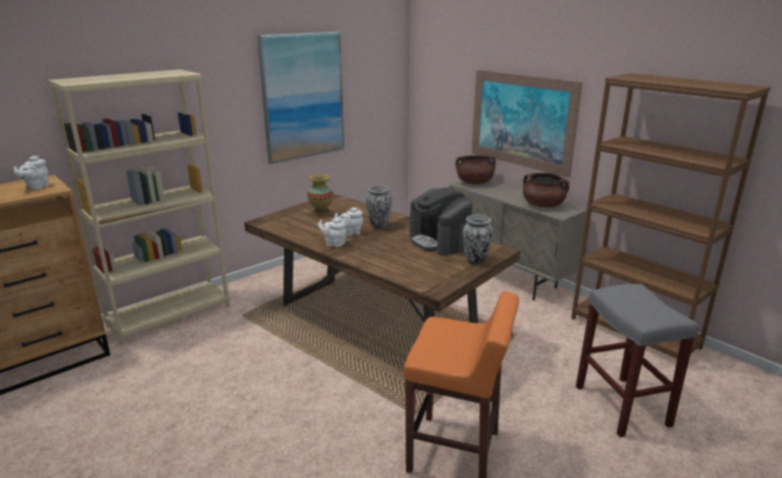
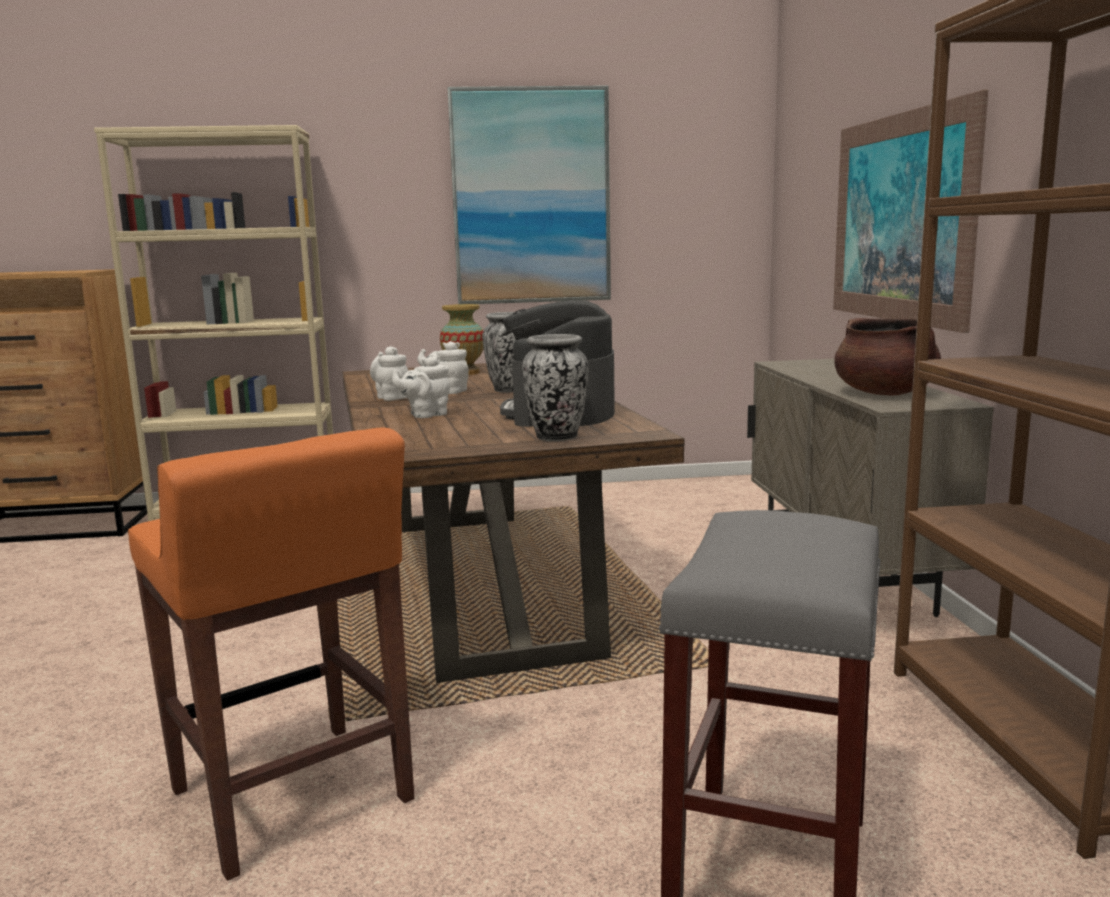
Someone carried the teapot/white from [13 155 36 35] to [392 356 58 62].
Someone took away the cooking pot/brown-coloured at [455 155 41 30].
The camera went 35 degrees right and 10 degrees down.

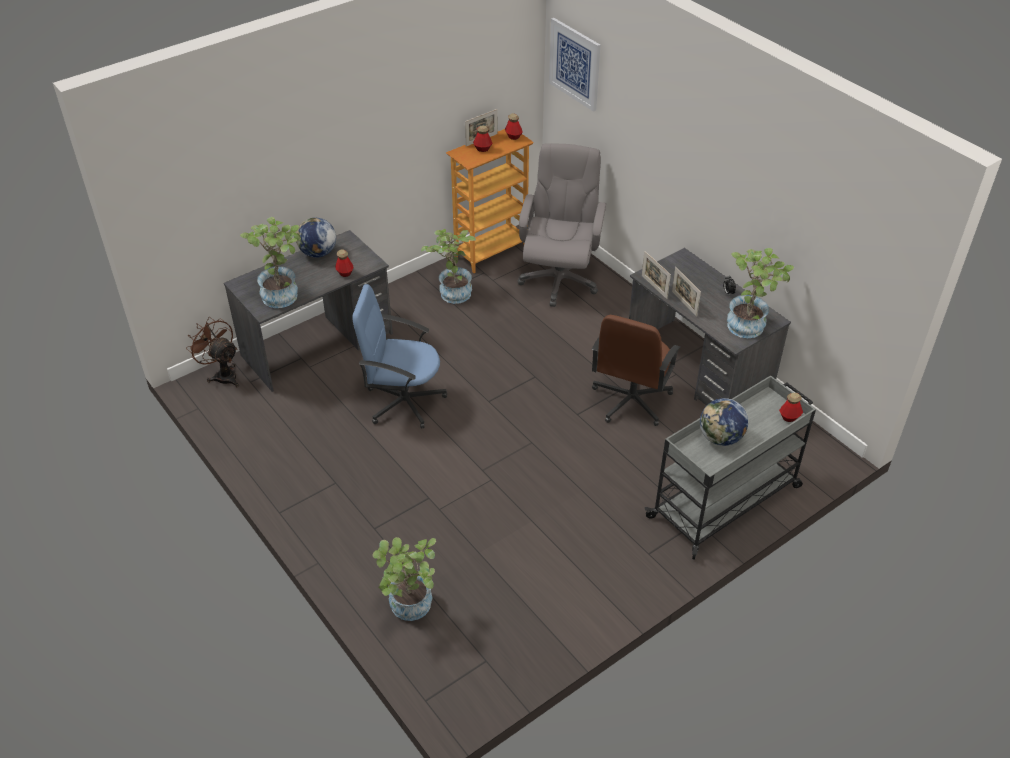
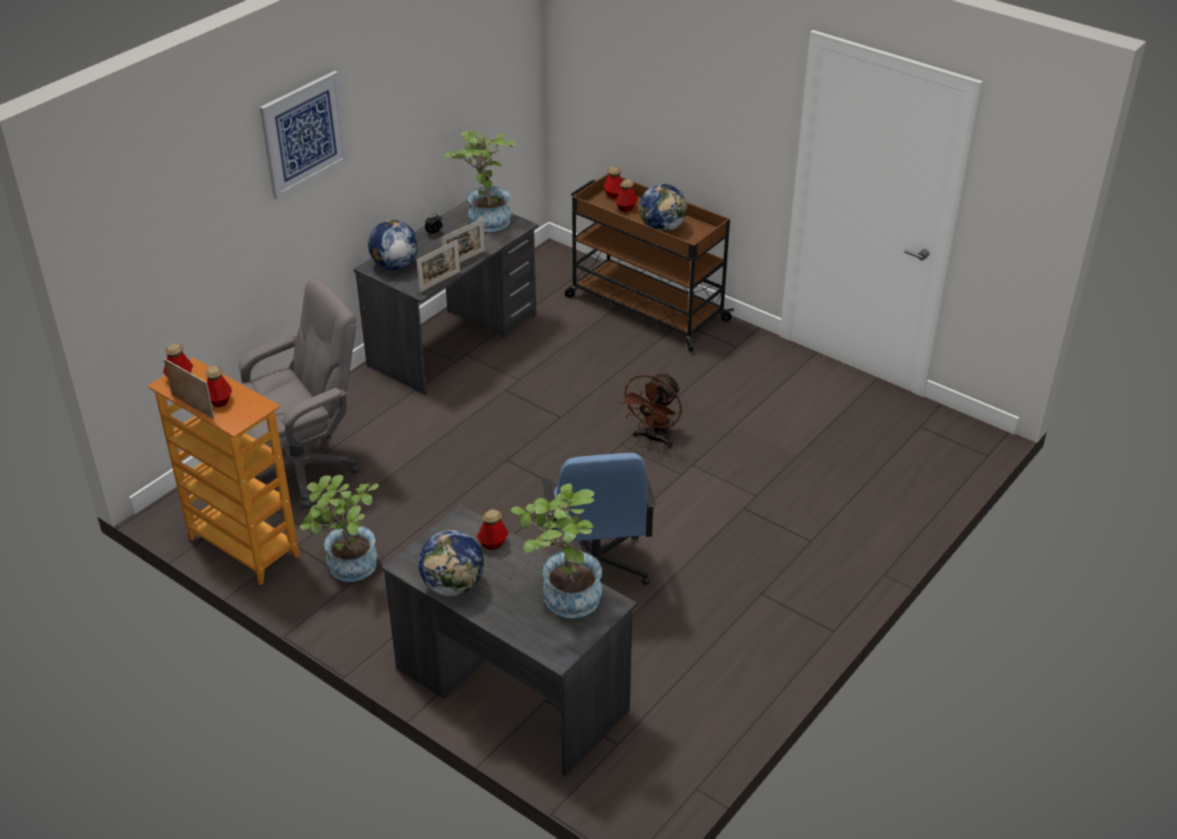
Someone carried the cooling fan/brown-coloured from [186 317 53 70] to [619 373 63 75].
Someone took away the plant in a pot at [372 537 64 84].
Someone rotated the computer chair/grey at [518 143 88 164] by 150 degrees clockwise.
Someone carried the wall picture from [549 18 51 94] to [259 71 90 129].
Someone took away the computer chair/brown-coloured at [592 315 88 111].
Someone repainted the cart/grey at [645 376 171 184], which became the cart/brown-coloured at [565 174 169 178].
Someone put down the desk globe at [368 220 50 50].
Someone put down the beverage bottle at [615 179 23 33].
The camera went 105 degrees left and 5 degrees down.

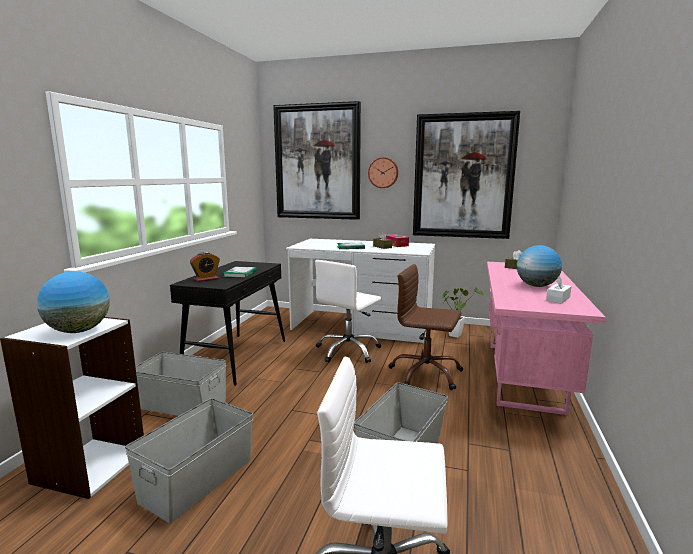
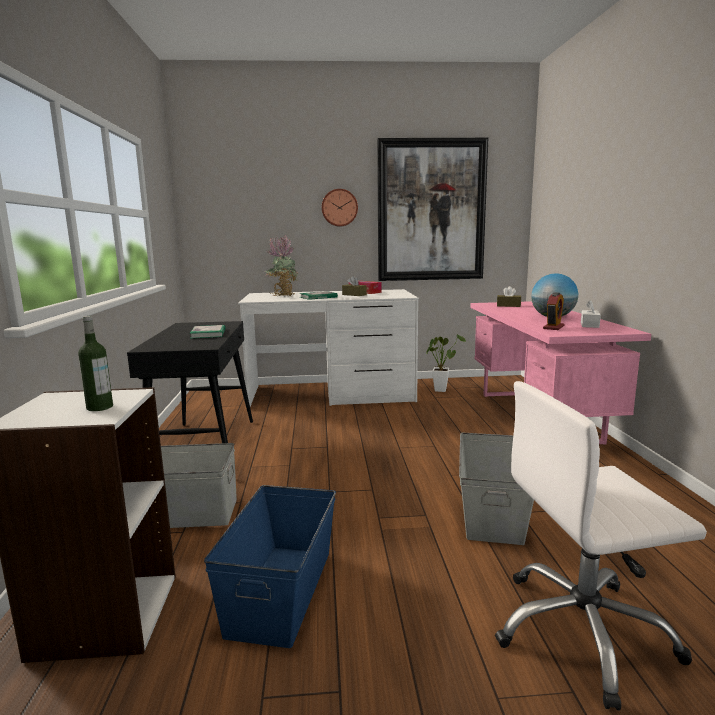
Someone swapped the desk globe at [37 271 73 62] for the beverage bottle at [78 316 35 95].
Someone repainted the storage container/grey at [125 398 128 125], which became the storage container/blue at [204 485 132 163].
Someone carried the alarm clock from [190 252 30 30] to [543 292 21 38].
Someone took away the wall picture at [273 101 88 119].
Someone took away the computer chair/white at [315 260 67 103].
Someone took away the computer chair/brown-coloured at [388 264 75 126].
Someone put down the plant in a pot at [265 235 34 61].
The camera went 20 degrees left and 0 degrees up.

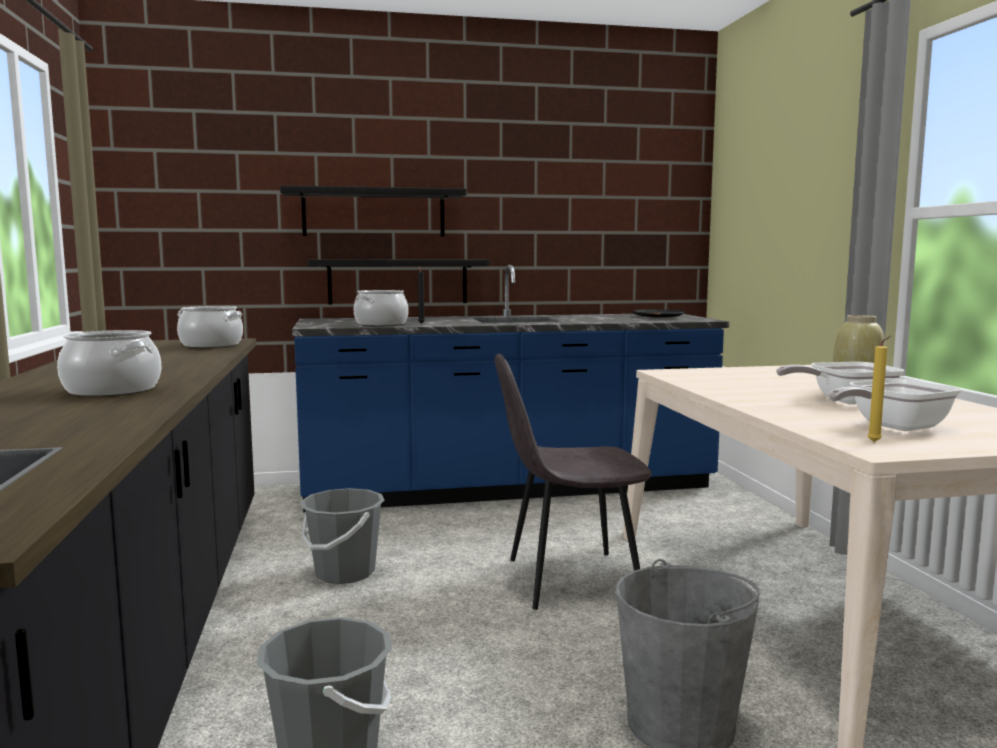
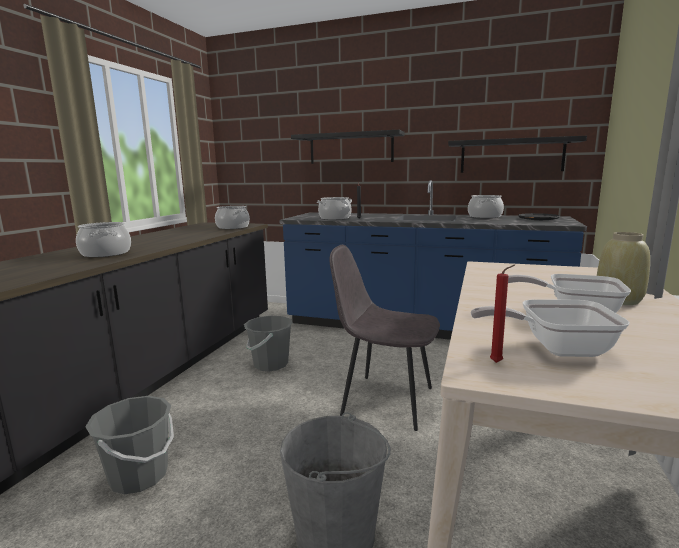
Someone carried the shelf/blackish from [308 259 182 46] to [448 136 139 37].
Someone repainted the wax light/yellowish at [868 336 23 106], which became the wax light/red at [490 264 25 99].
Someone put down the cooking pot at [468 195 36 23].
The camera went 30 degrees right and 5 degrees up.

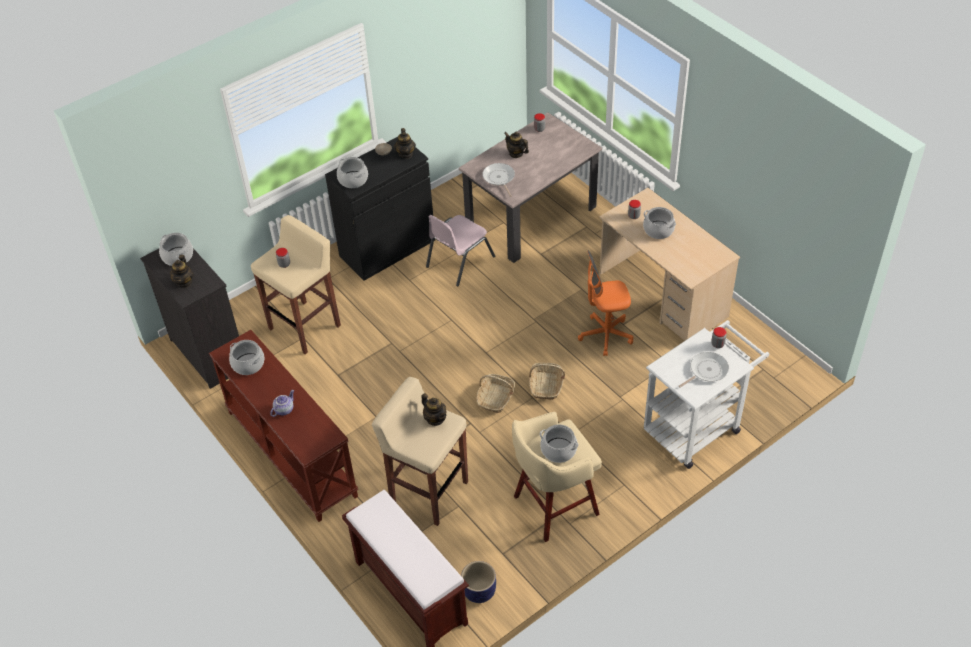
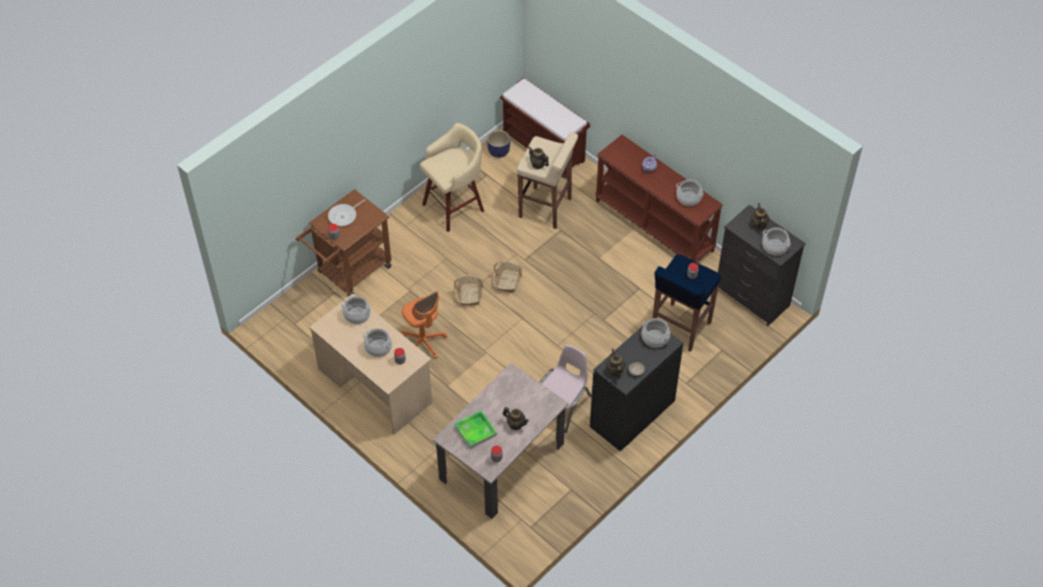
Someone repainted the sitting stool/sand-coloured at [251 215 90 139], which became the sitting stool/blue at [652 254 69 98].
Someone took away the frying pan at [482 163 33 34].
Someone carried the cooking pot from [540 424 39 39] to [342 296 29 28].
Someone rotated the computer chair/orange at [578 251 55 105] by 75 degrees clockwise.
Someone repainted the cart/white at [644 320 126 149], which became the cart/brown-coloured at [296 189 95 107].
Someone put down the tray at [455 410 42 39].
The camera went 170 degrees right and 5 degrees up.

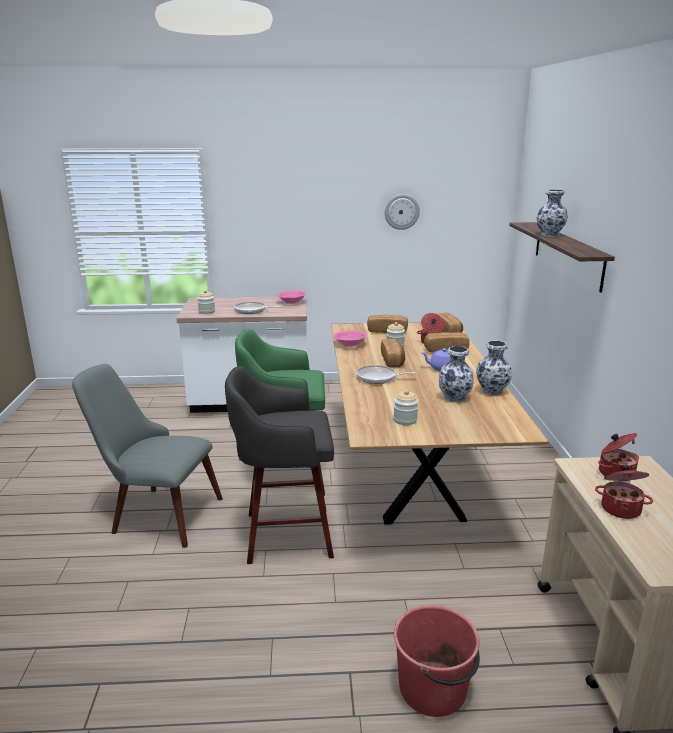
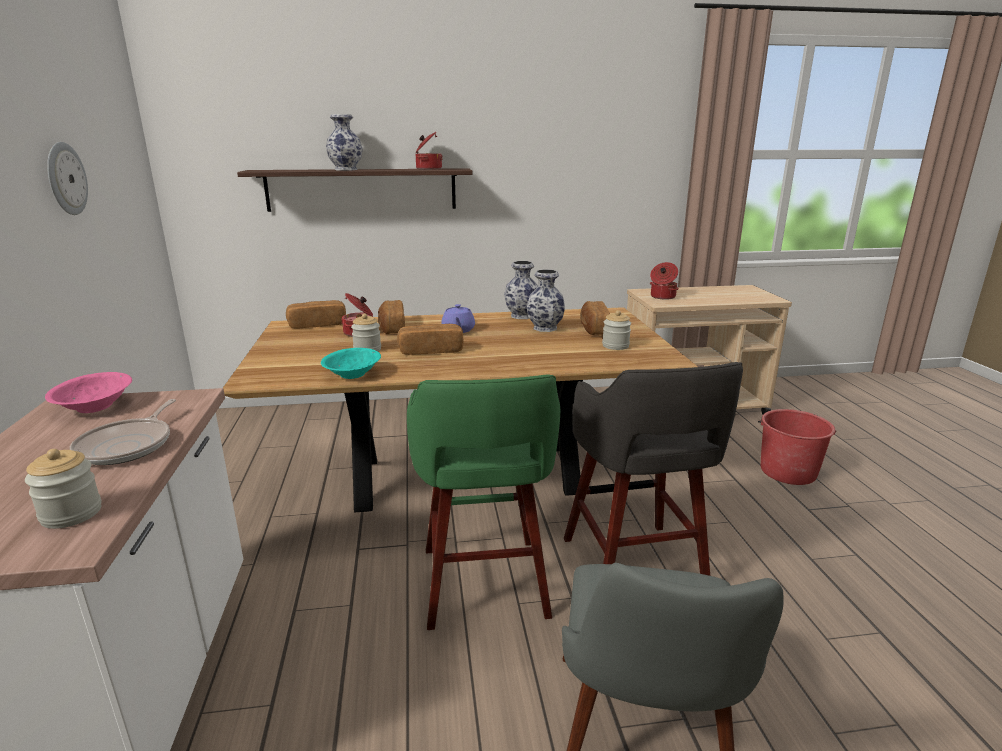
Someone repainted the deep dish/pinkish at [333 330 35 17], which became the deep dish/turquoise at [321 348 60 31].
Someone took away the frying pan at [356 365 61 19].
Someone carried the bread from [367 315 41 18] to [581 301 29 34].
Someone carried the cooking pot from [595 465 58 54] to [416 132 27 38].
The camera went 95 degrees left and 0 degrees up.

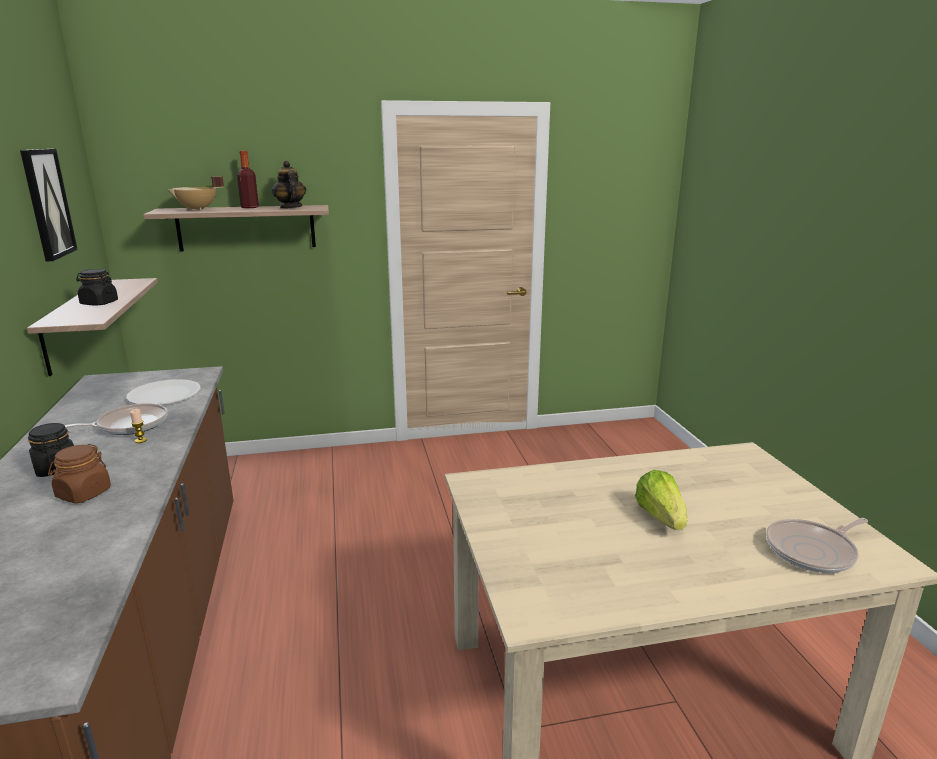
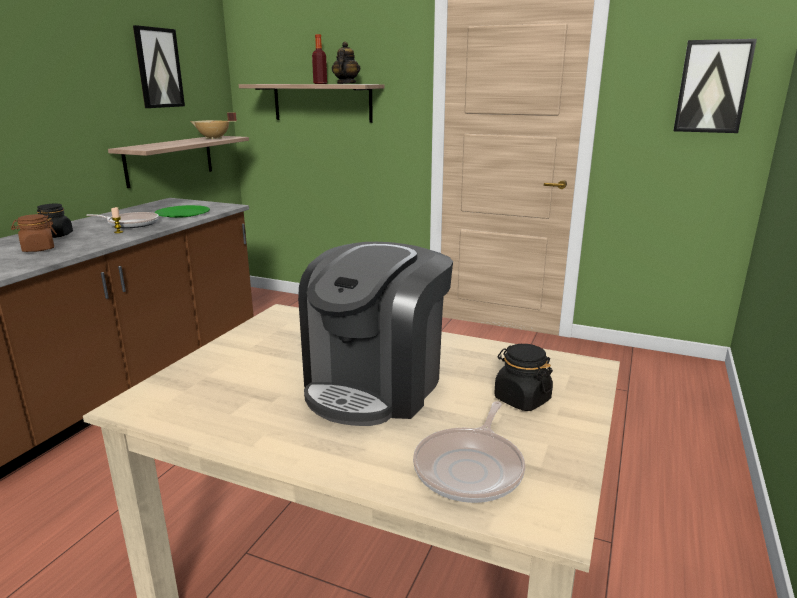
Someone carried the preserve jar/blackish from [76 269 42 37] to [494 344 59 67].
Someone repainted the flat dish/white at [126 379 75 26], which became the flat dish/green-coloured at [155 205 55 13].
Someone carried the cooking pot/sand-coloured from [168 176 56 35] to [190 112 47 28].
Someone swapped the lettuce at [635 470 53 60] for the coffee machine at [298 242 155 184].
Someone rotated the frying pan at [766 518 102 55] by 75 degrees counterclockwise.
Someone put up the wall picture at [673 39 84 94].
The camera went 35 degrees right and 0 degrees up.

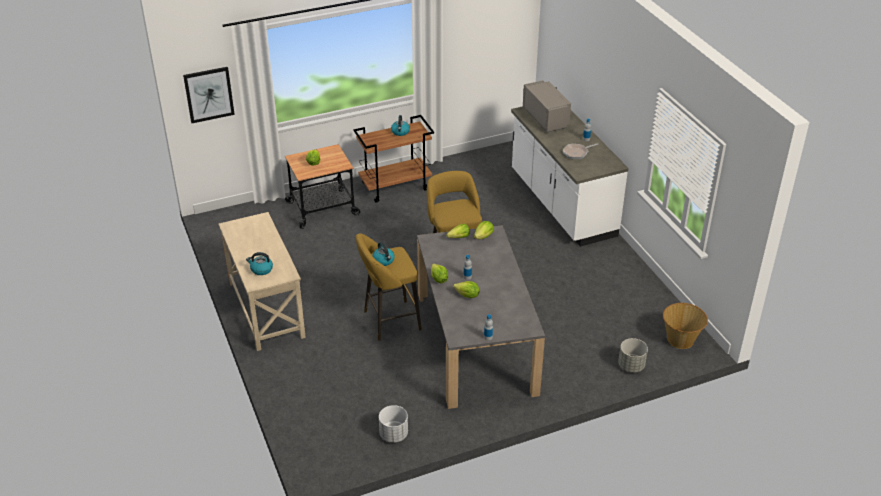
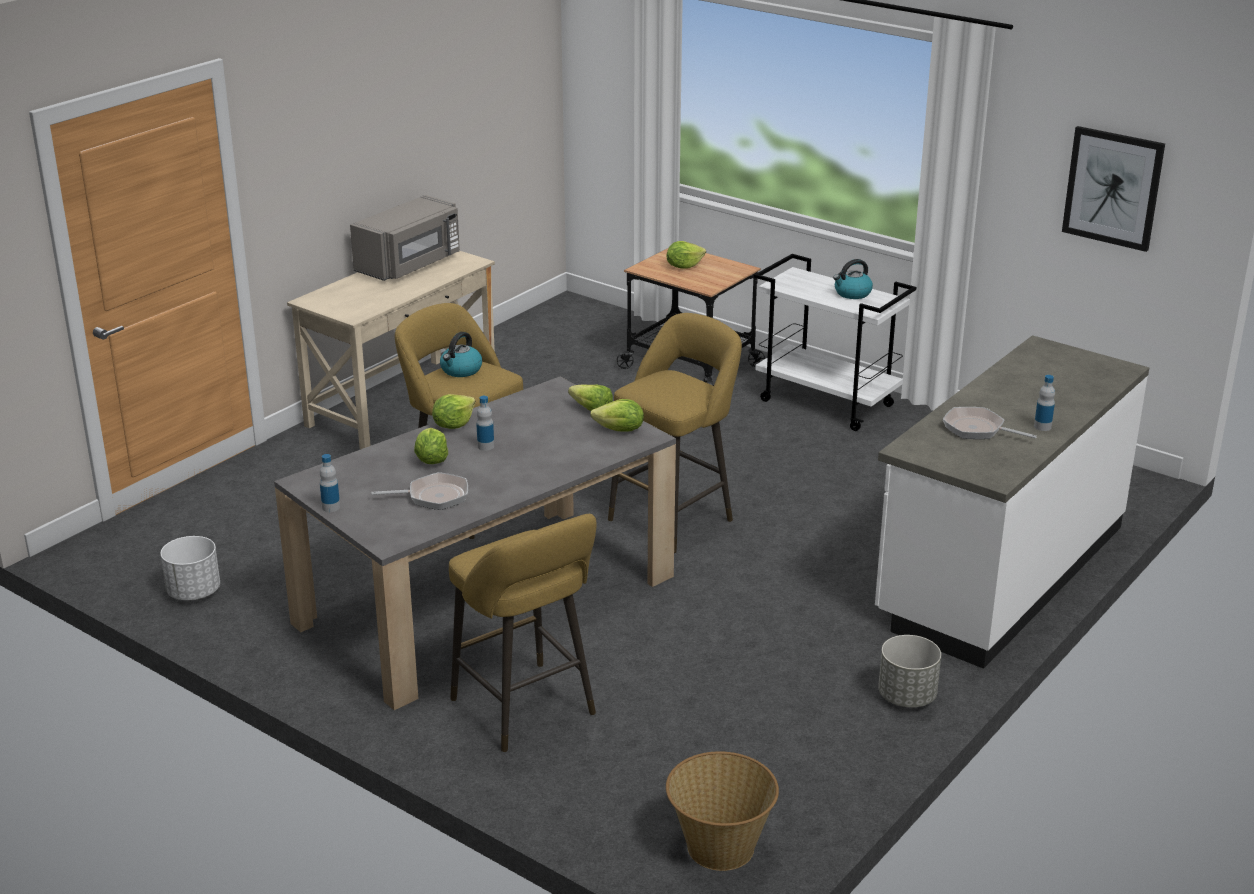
Someone carried the wall picture from [183 67 52 56] to [1062 126 103 126].
Someone took away the kettle at [246 252 27 23].
Someone repainted the cart/brown-coloured at [353 115 81 87], which became the cart/white at [754 254 162 177].
Someone carried the kitchen microwave/grey from [523 80 48 52] to [350 195 110 86].
Someone carried the flower pot/grey from [618 338 30 34] to [878 635 63 72].
Someone put down the frying pan at [372 472 96 38].
Someone put down the sitting stool/yellowish at [449 514 147 238].
The camera went 60 degrees right and 10 degrees down.

